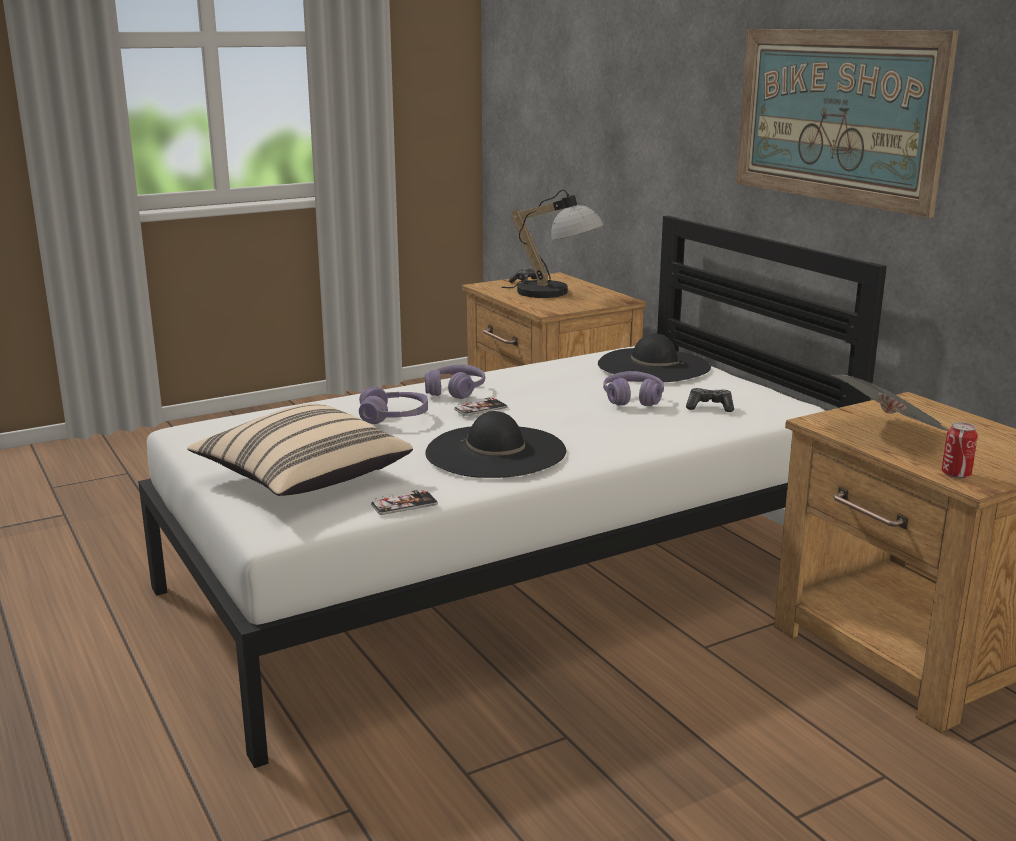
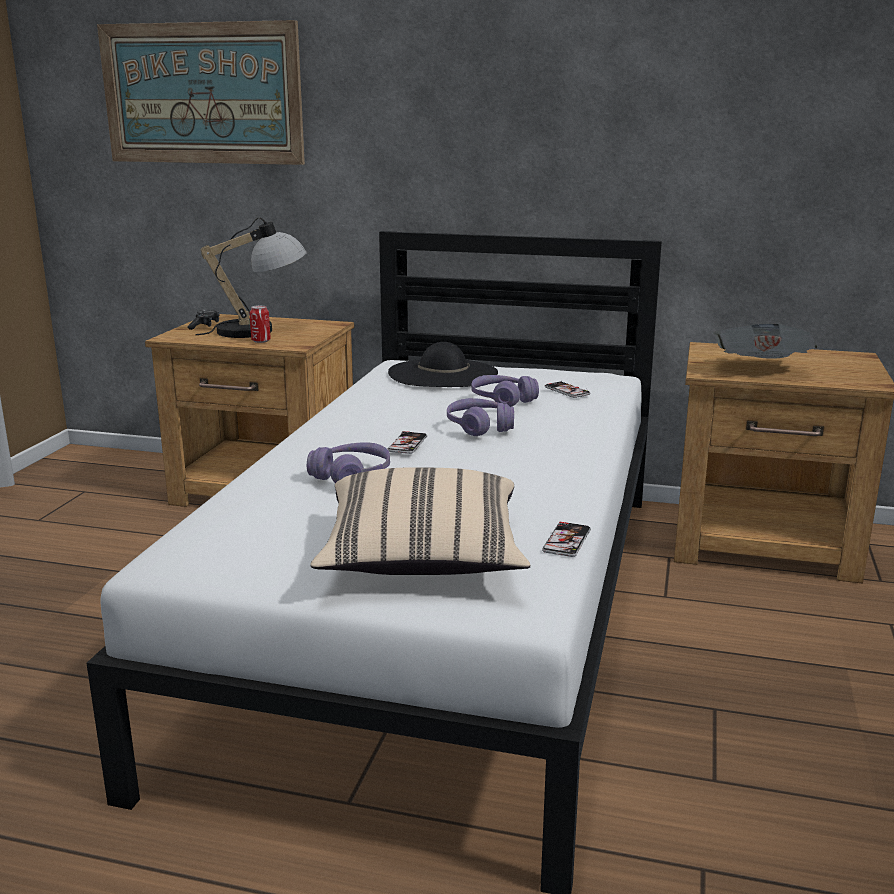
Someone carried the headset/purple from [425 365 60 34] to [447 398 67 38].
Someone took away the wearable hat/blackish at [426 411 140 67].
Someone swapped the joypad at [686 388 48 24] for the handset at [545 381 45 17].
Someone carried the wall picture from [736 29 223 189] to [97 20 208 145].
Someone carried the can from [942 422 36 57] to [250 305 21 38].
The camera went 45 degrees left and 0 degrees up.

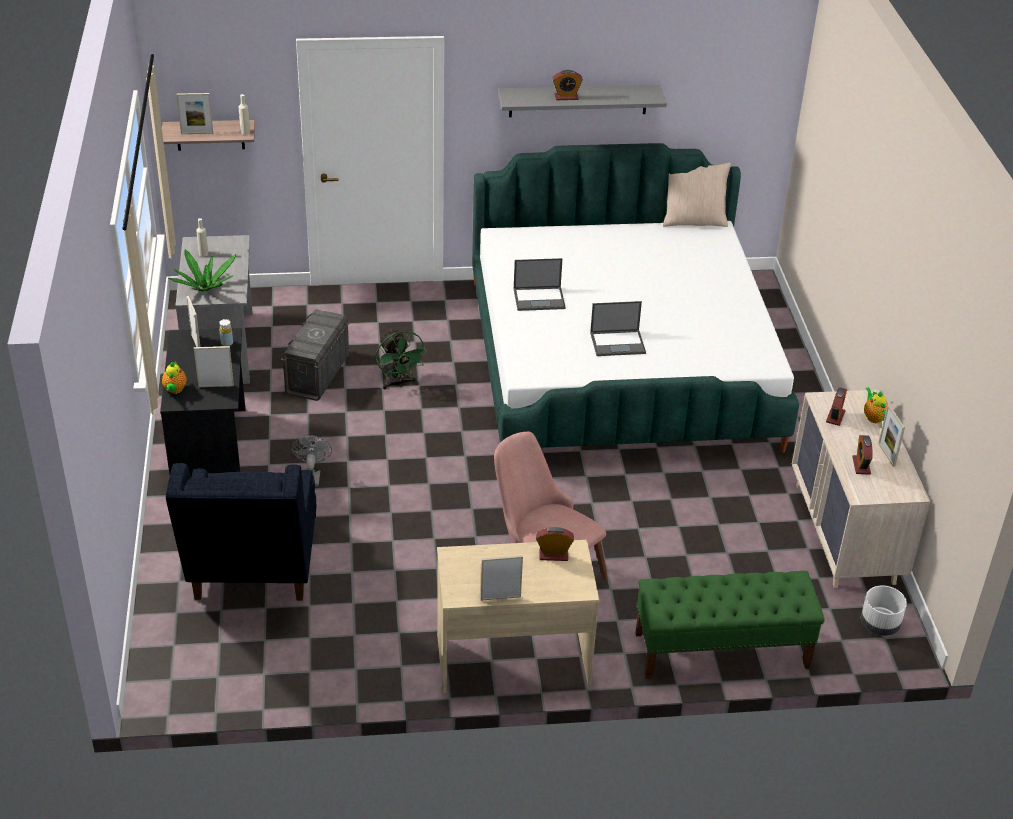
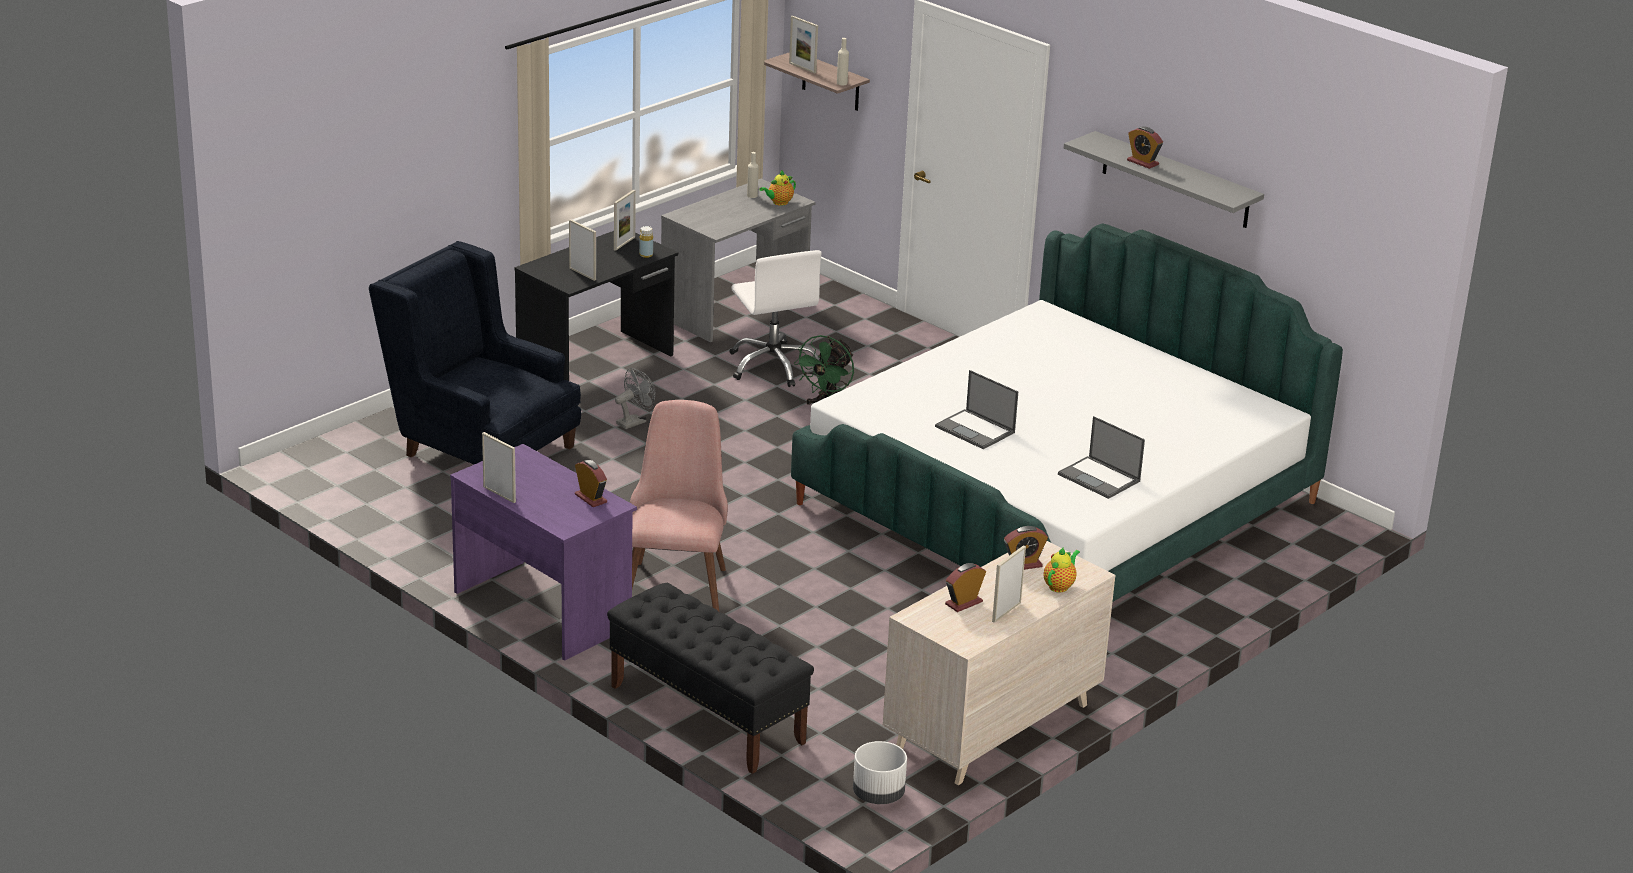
Someone carried the teapot from [162 362 25 32] to [759 170 37 36].
Someone rotated the lounge chair/blue at [166 463 150 138] by 75 degrees clockwise.
Someone took away the plant in a pot at [169 249 67 43].
Someone swapped the storage container/grey at [281 309 69 92] for the computer chair/white at [729 250 93 137].
Someone repainted the desk/sand-coloured at [437 540 162 153], which became the desk/purple at [450 444 187 217].
Someone carried the notebook computer from [514 258 52 53] to [1058 416 87 83].
Someone repainted the indoor bench/green-coloured at [636 571 189 108], which became the indoor bench/blackish at [607 582 207 192].
Someone took away the throw pillow/sand-coloured at [663 163 68 64].
The camera went 50 degrees right and 10 degrees down.

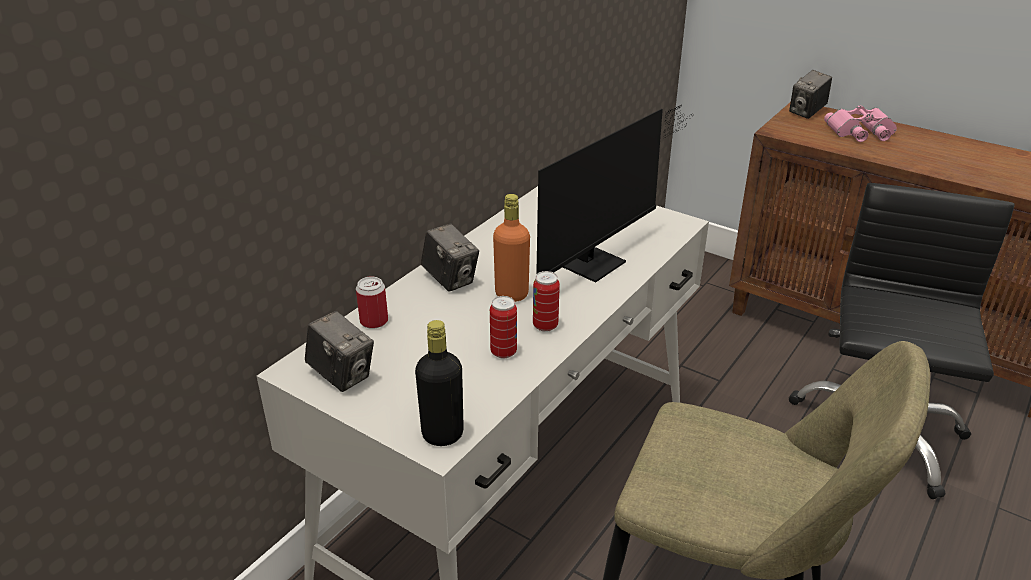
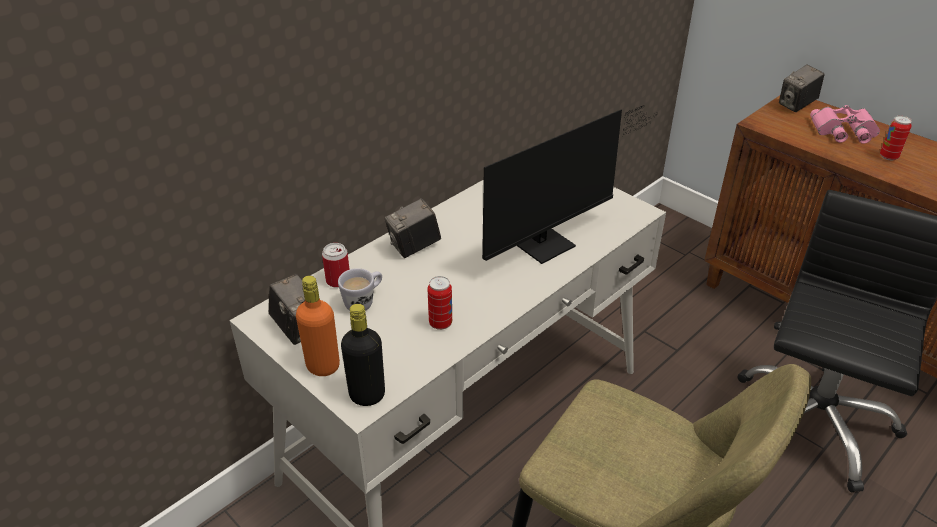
Someone rotated the still camera at [421 224 58 68] by 90 degrees clockwise.
Someone carried the beverage bottle/orange from [493 194 37 108] to [296 276 44 100].
Someone carried the can from [533 271 27 61] to [880 116 32 45].
Someone put down the mug/white at [338 268 44 43].
The camera went 10 degrees right and 5 degrees up.

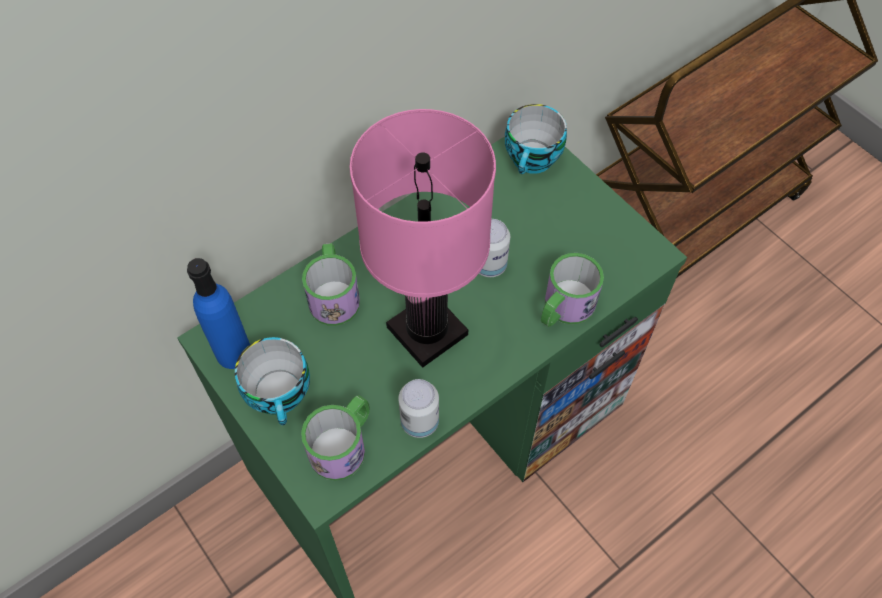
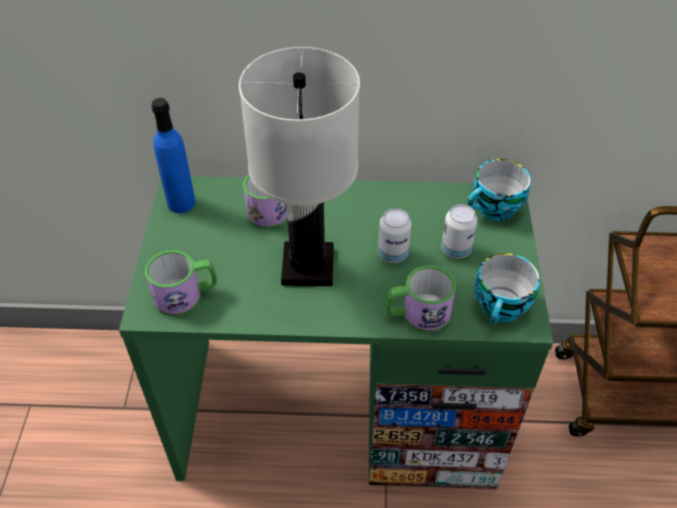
Someone carried the cup from [235 337 75 88] to [474 253 66 71].
Someone repainted the table lamp/pinkish at [350 109 146 259], which became the table lamp/white at [239 47 121 239].
Someone carried the can from [398 379 41 59] to [441 204 37 55].
The camera went 40 degrees right and 10 degrees down.

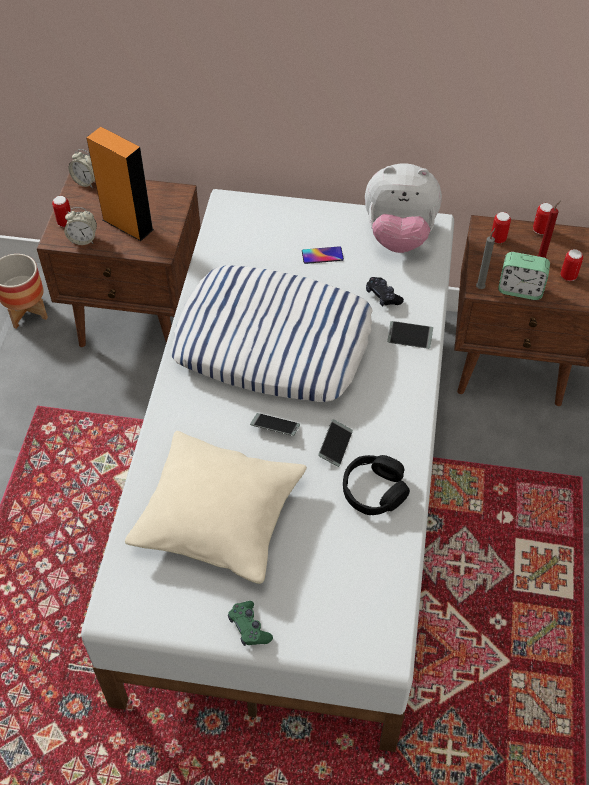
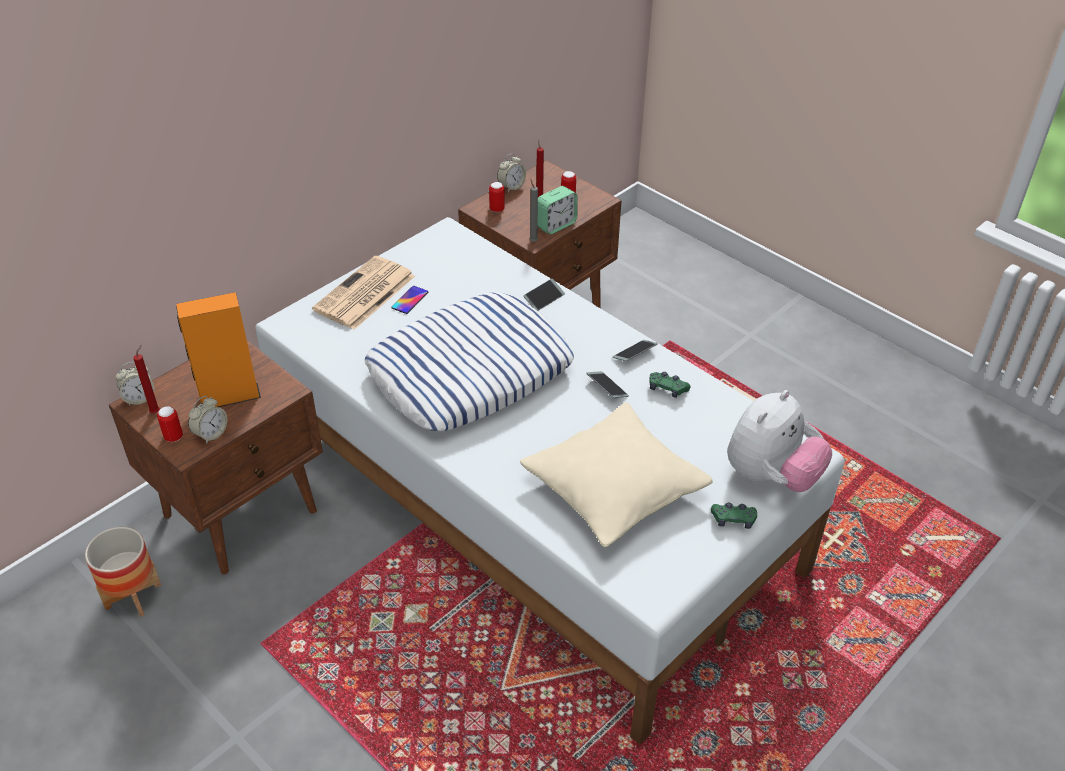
Someone carried the handset from [250 413 50 23] to [613 340 45 21].
Someone swapped the headset/blackish at [343 455 67 60] for the joypad/green-coloured at [649 372 41 26].
Someone carried the plush toy from [365 163 77 90] to [727 390 105 102].
Someone took away the joypad/blackish at [366 277 38 30].
Someone swapped the can at [533 203 20 32] for the alarm clock at [497 153 29 39].
Someone put down the wax light/red at [133 345 27 69].
Someone put down the printed paper at [312 256 103 74].
The camera went 55 degrees left and 10 degrees down.

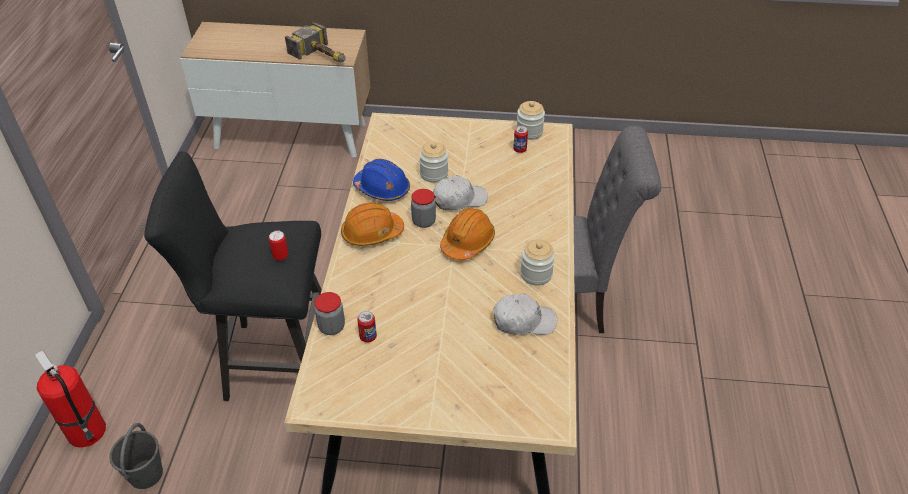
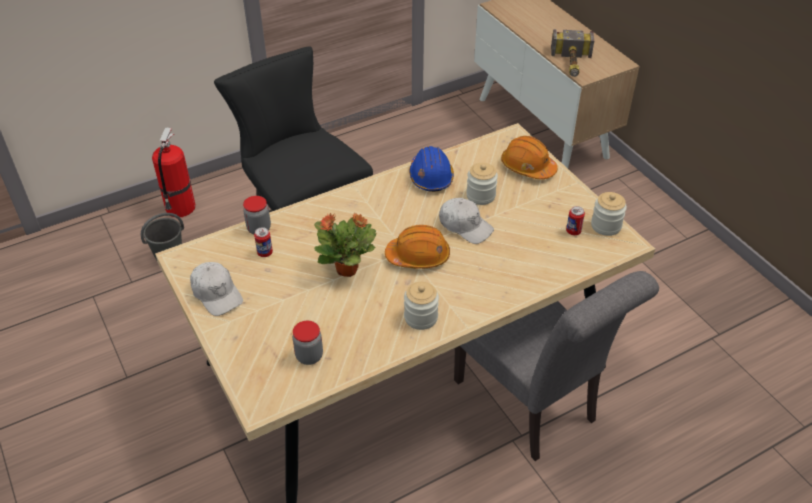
Someone took away the can at [269 230 19 31].
Someone carried the hard hat/orange from [341 202 63 44] to [501 136 57 43].
Someone carried the preserve jar from [411 189 25 39] to [293 321 30 44].
Someone carried the baseball cap/white from [494 293 63 42] to [190 262 53 54].
Someone put down the plant in a pot at [314 212 62 65].
The camera went 55 degrees right and 0 degrees up.

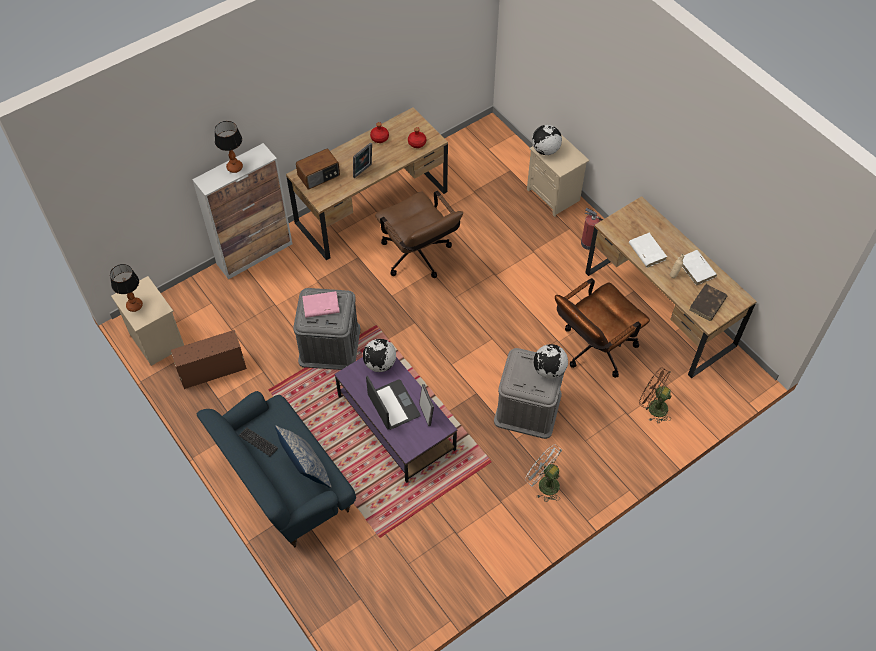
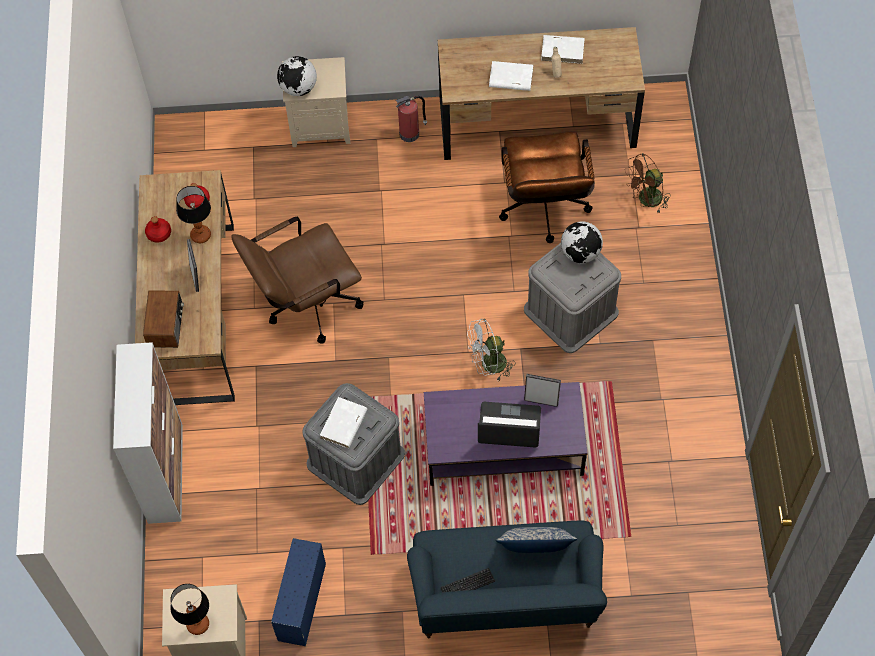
Someone repainted the storage container/brown-coloured at [171 330 76 59], which became the storage container/blue at [271 538 55 108].
Someone carried the table lamp from [215 121 28 52] to [176 186 35 57].
Someone repainted the book/pinkish at [302 291 38 27], which became the book/white at [320 397 48 51].
Someone took away the desk globe at [363 339 33 33].
Someone rotated the computer chair/brown-coloured at [375 191 88 87] by 150 degrees clockwise.
Someone carried the cooling fan/white from [525 444 37 58] to [467 318 49 63].
Someone took away the book/brown-coloured at [689 284 38 37].
The camera went 55 degrees left and 5 degrees up.

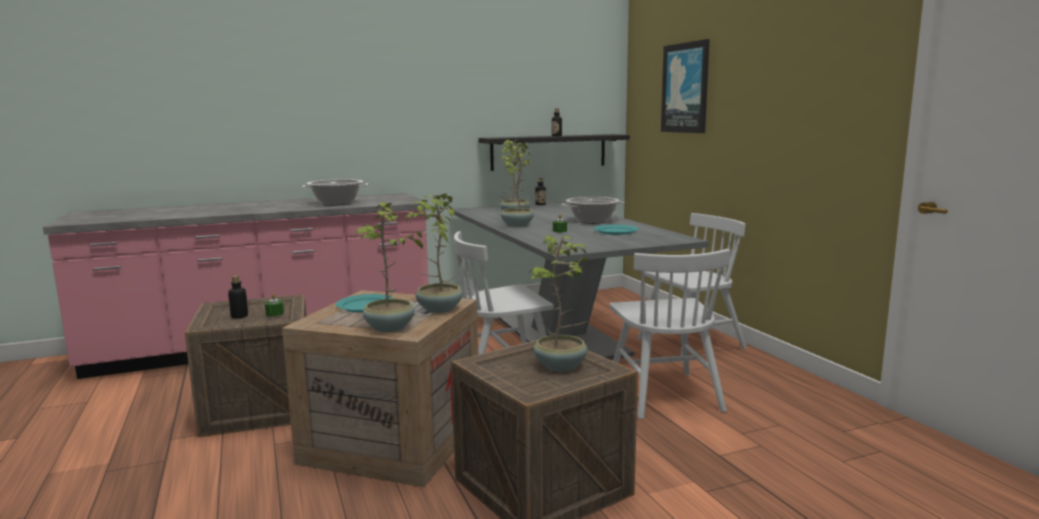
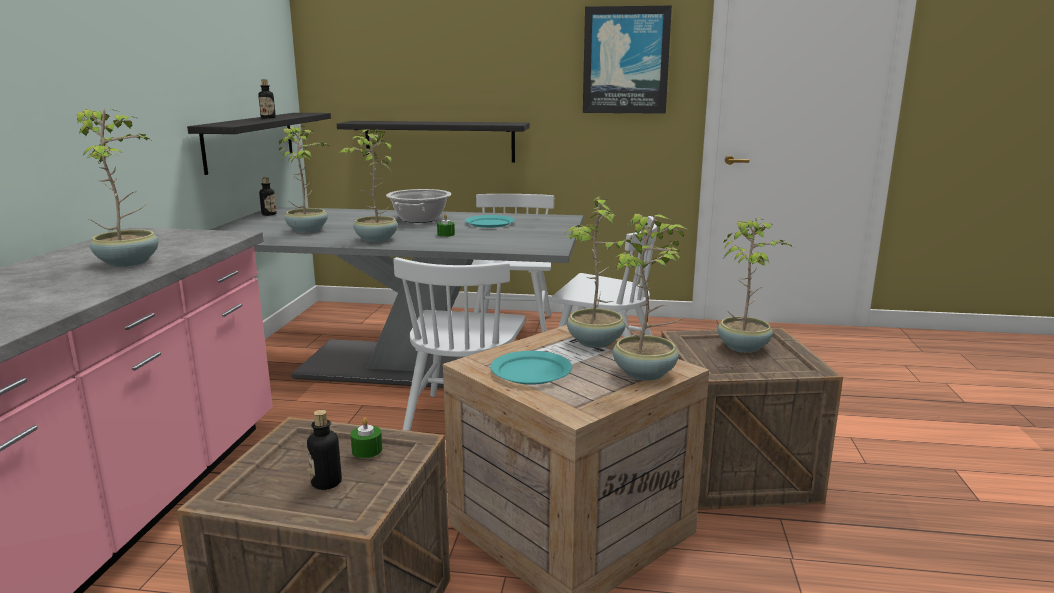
Someone swapped the cooking pot at [302 179 66 27] for the plant in a pot at [77 109 82 158].
Someone carried the wall picture from [661 39 48 94] to [583 5 89 109].
Someone put up the shelf/blackish at [337 121 193 42].
The camera went 60 degrees left and 5 degrees up.

